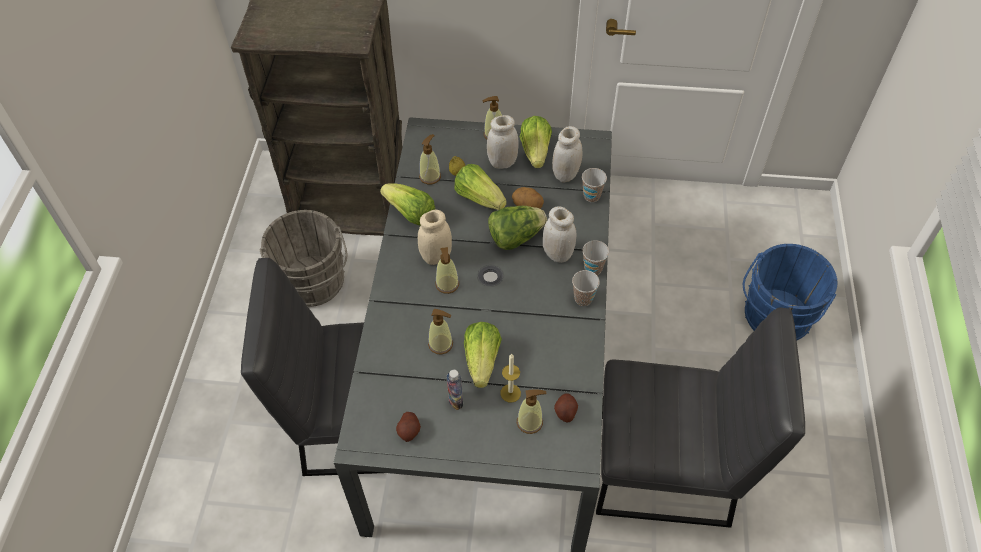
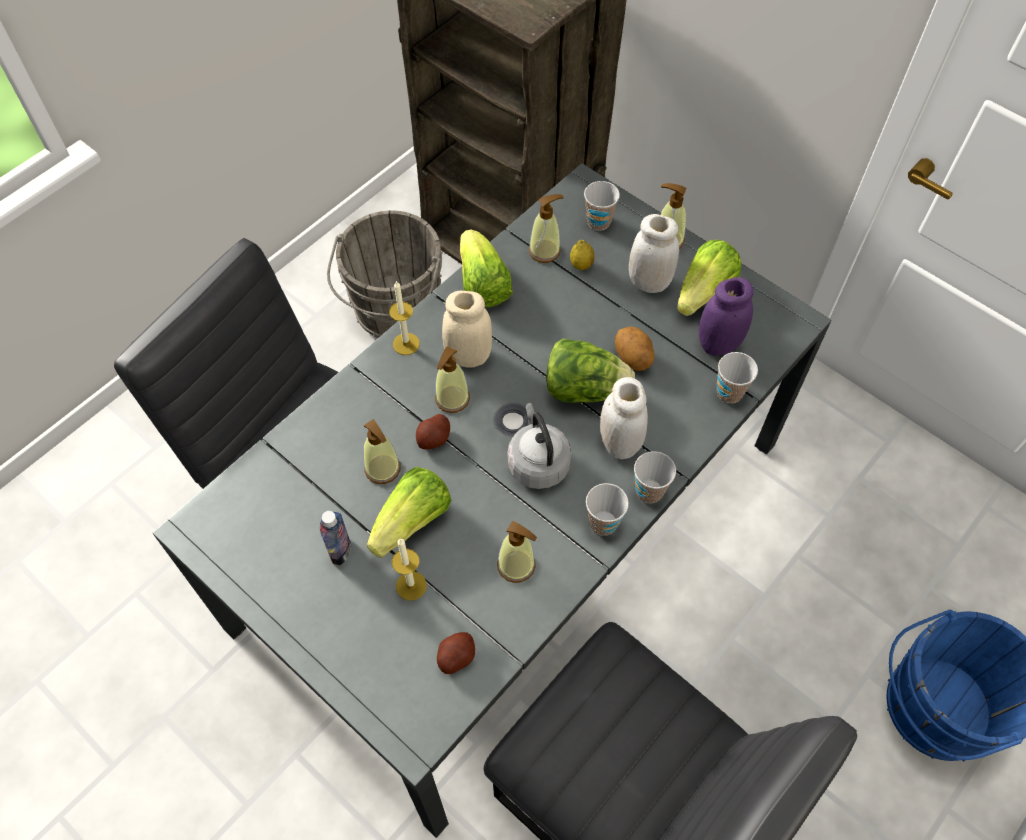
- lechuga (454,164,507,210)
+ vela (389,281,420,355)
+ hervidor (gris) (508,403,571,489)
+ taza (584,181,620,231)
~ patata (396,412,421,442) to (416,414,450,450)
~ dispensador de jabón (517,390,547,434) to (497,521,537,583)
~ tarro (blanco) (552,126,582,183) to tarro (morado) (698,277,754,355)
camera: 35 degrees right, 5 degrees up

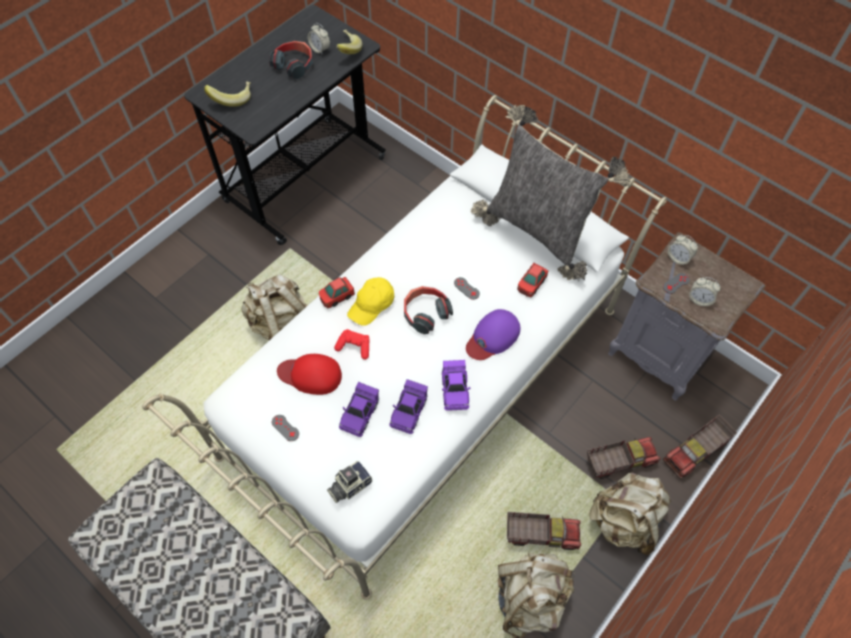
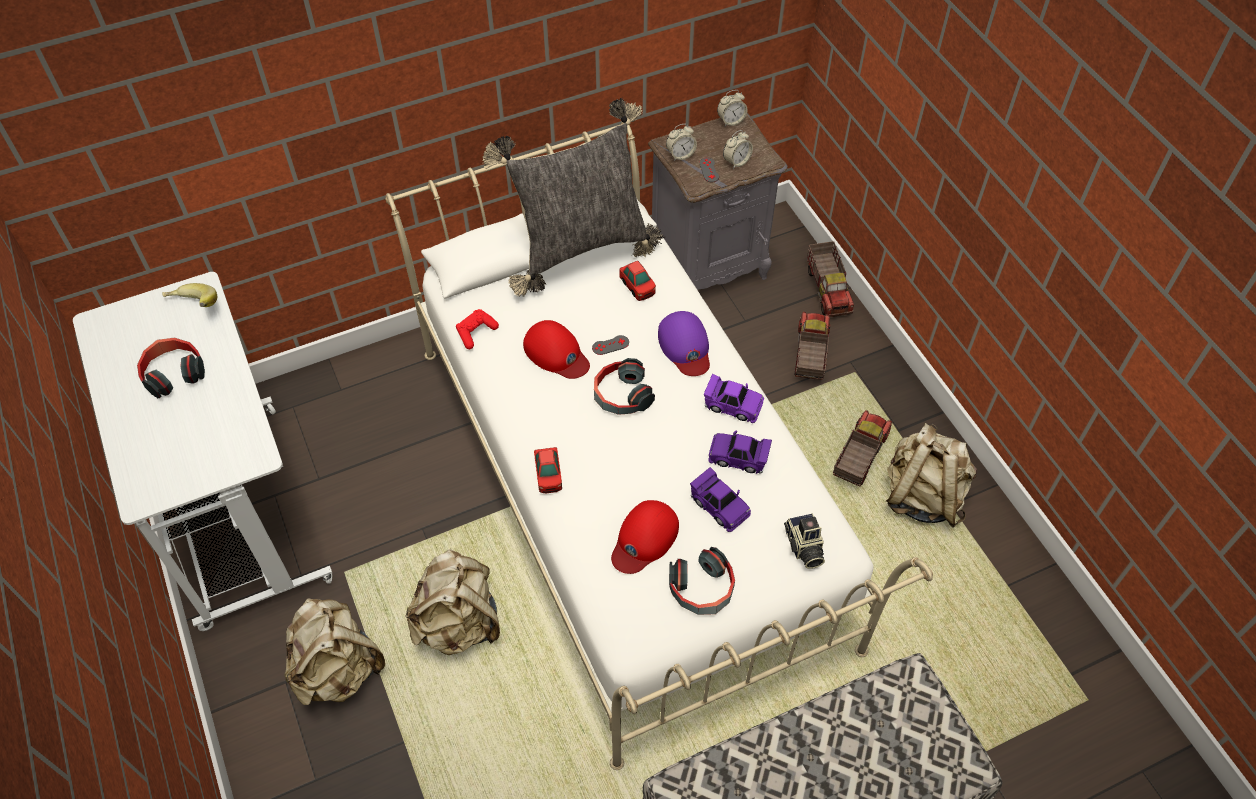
- plátano (204,82,251,107)
- gorra (amarillo) (347,277,394,326)
+ gorra (rojo) (523,320,590,379)
~ despertador (308,23,330,55) to (717,90,747,126)
~ mando de consola (rojo) (334,329,370,360) to (456,309,499,349)
~ mochila (beis) (589,472,671,555) to (284,598,385,705)
~ mando de consola (gris) (272,415,299,441) to auriculares (669,547,735,615)
~ escritorio (negro) (184,5,386,245) to escritorio (blanco) (73,272,332,631)
~ coche de juguete (morado) (389,379,428,434) = (708,431,772,474) 150 degrees clockwise
camera: 65 degrees left, 5 degrees down

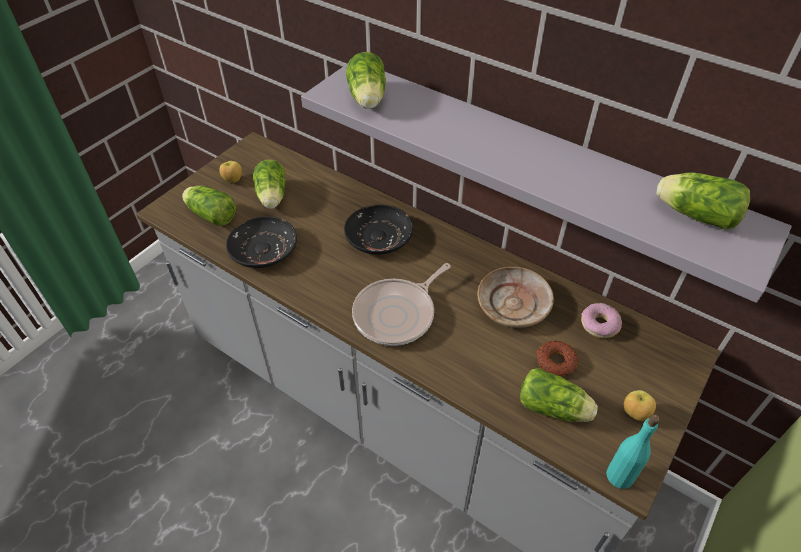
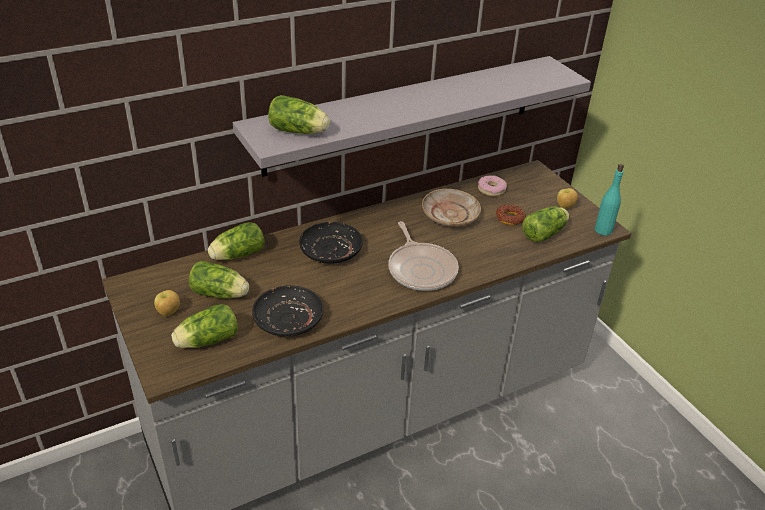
~ lechuga (657,173,750,230) to (208,222,265,260)
camera: 65 degrees left, 10 degrees down

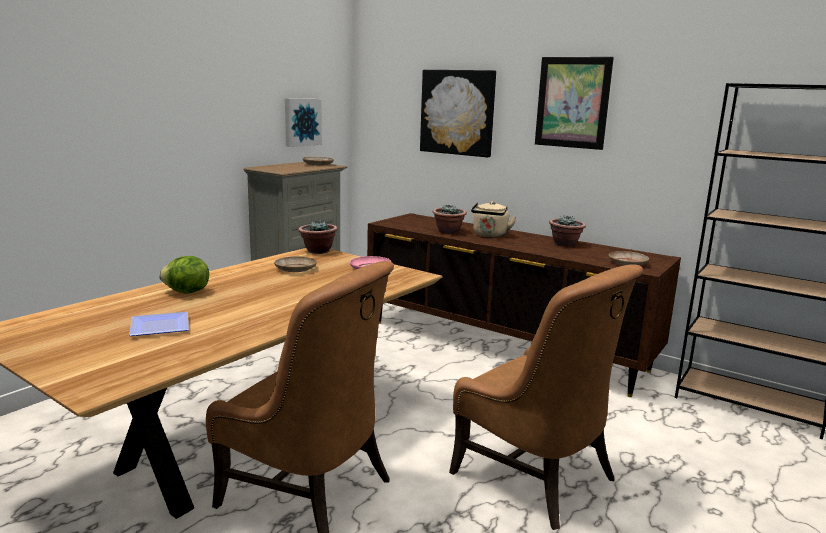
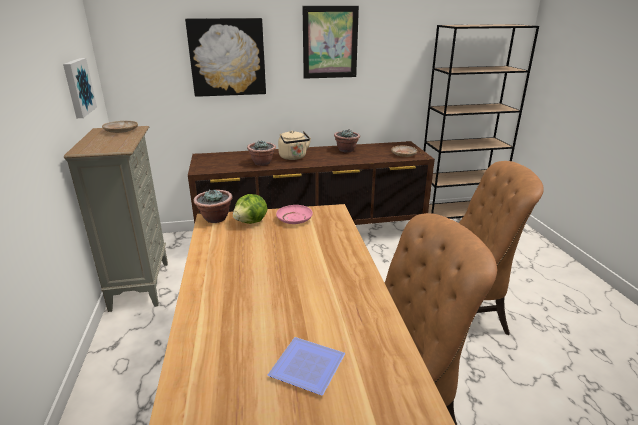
- plato (beis) (274,256,317,272)
~ lechuga (159,256,209,294) to (233,194,267,224)
camera: 45 degrees left, 10 degrees up

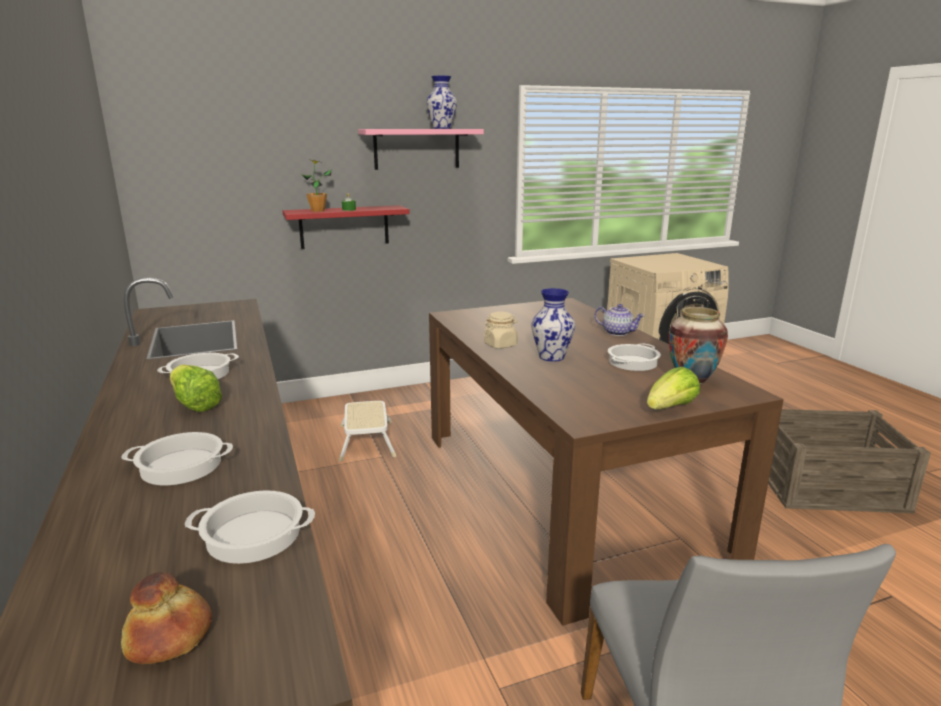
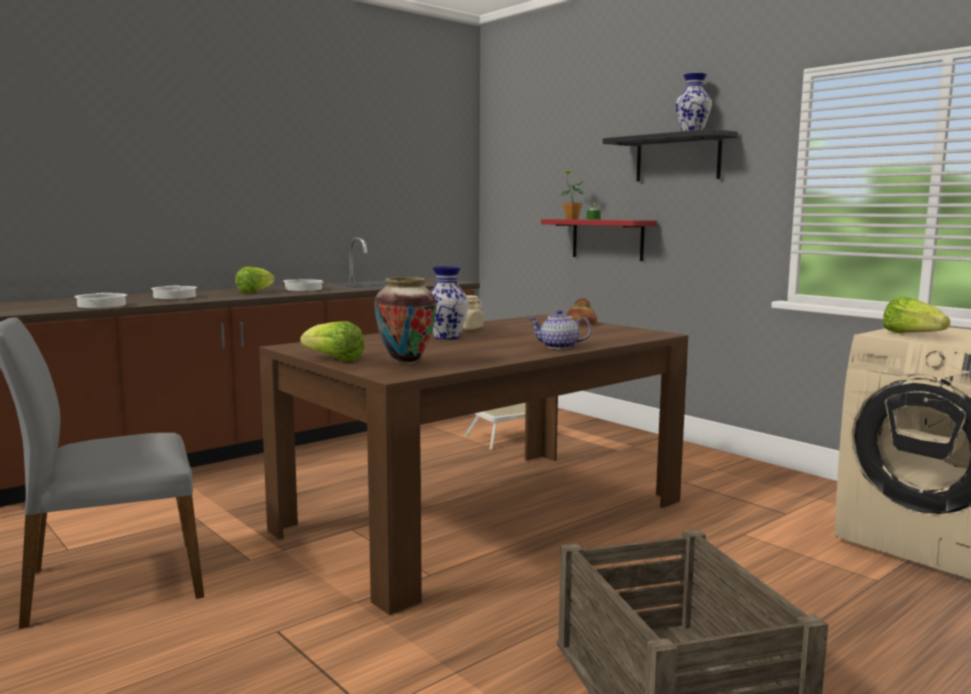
- olla (608,343,661,371)
+ lechuga (883,296,950,333)
~ pan (121,572,212,664) to (566,298,597,324)
~ estante (rosa) (358,129,484,170) to estante (negro) (603,129,738,182)
~ tetera (595,304,645,336) = (529,310,591,349) 90 degrees clockwise
camera: 70 degrees right, 10 degrees down

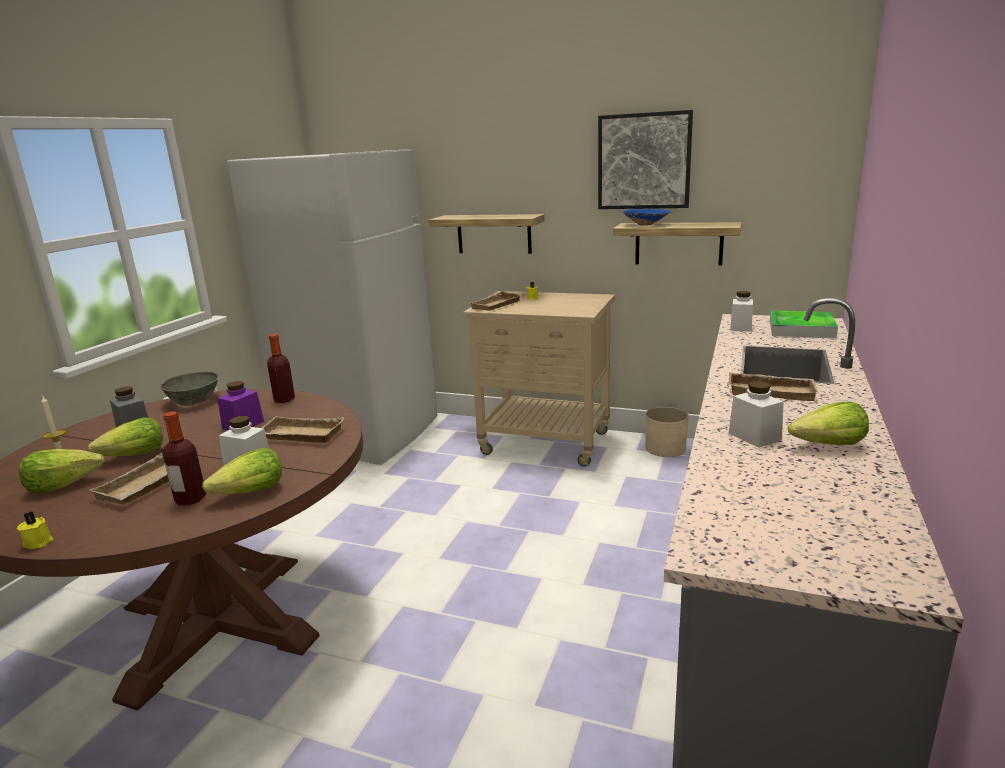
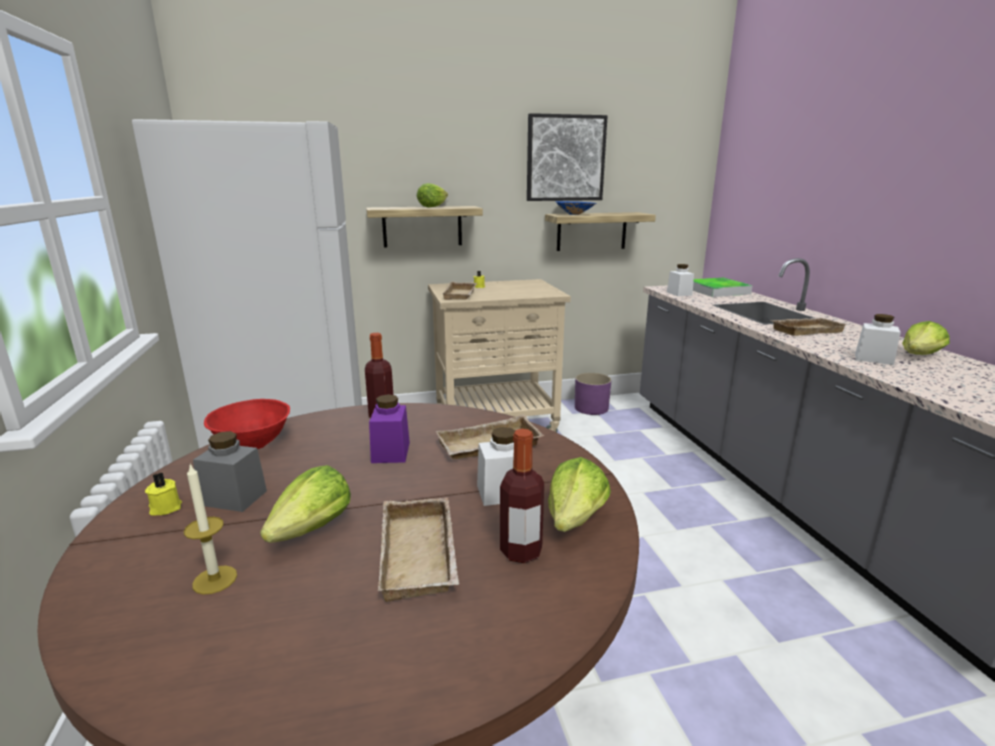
~ vela (amarillo) (17,511,54,549) to (145,473,182,516)
~ lechuga (19,449,104,493) to (417,183,448,208)
~ cuenco (gris) (159,372,219,406) to cuenco (rojo) (204,399,290,449)
~ maceta (beis) (645,407,688,457) to maceta (morado) (575,373,611,415)
camera: 35 degrees left, 0 degrees up

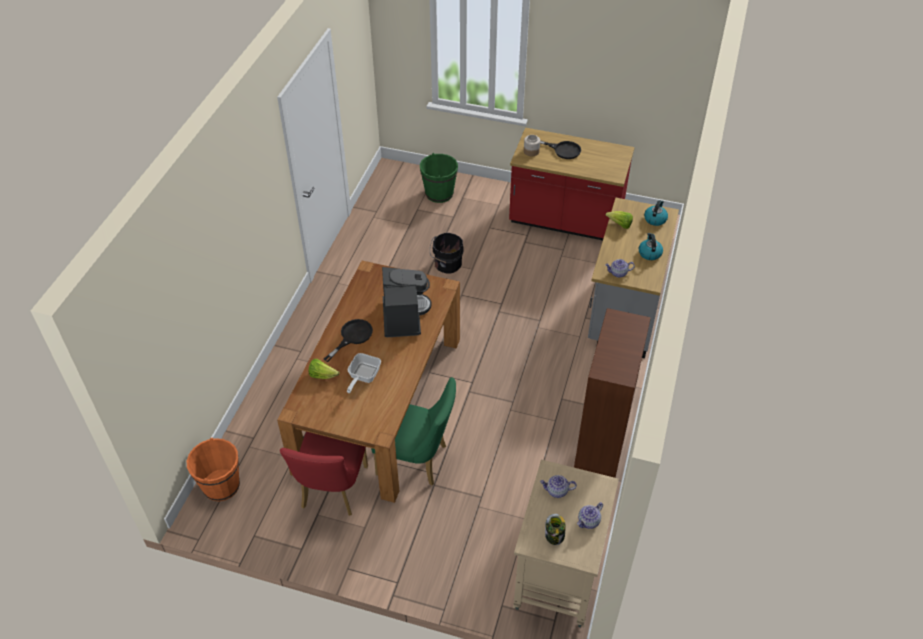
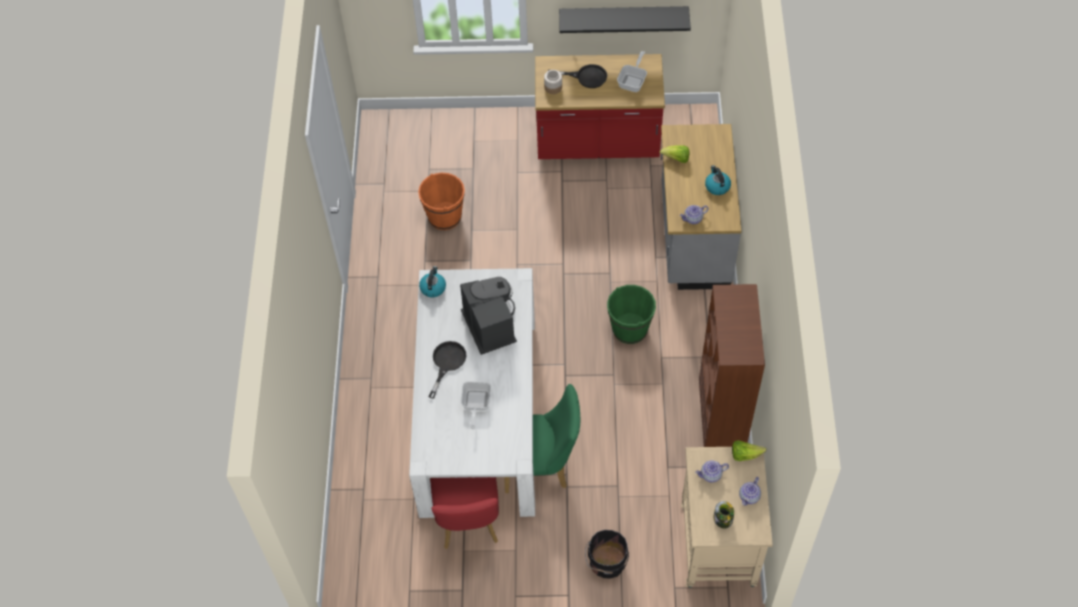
+ estante (negro) (559,6,691,33)
+ sartén (617,51,647,92)
~ cubo (naranja) (187,438,240,501) to (418,172,465,230)
~ lechuga (309,359,340,379) to (732,440,767,461)
~ cubo (verde) (420,153,458,203) to (607,285,656,344)
~ cubo (negro) (430,233,463,273) to (585,530,629,579)
~ hervidor (644,200,668,226) to (419,266,446,297)
~ mesa de comedor (marrón) (277,261,460,503) to mesa de comedor (blanco) (409,268,535,518)
camera: 15 degrees left, 10 degrees up

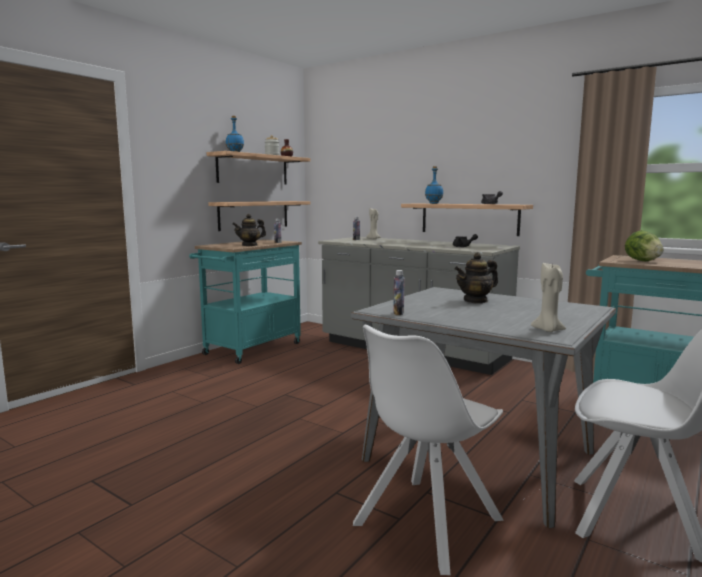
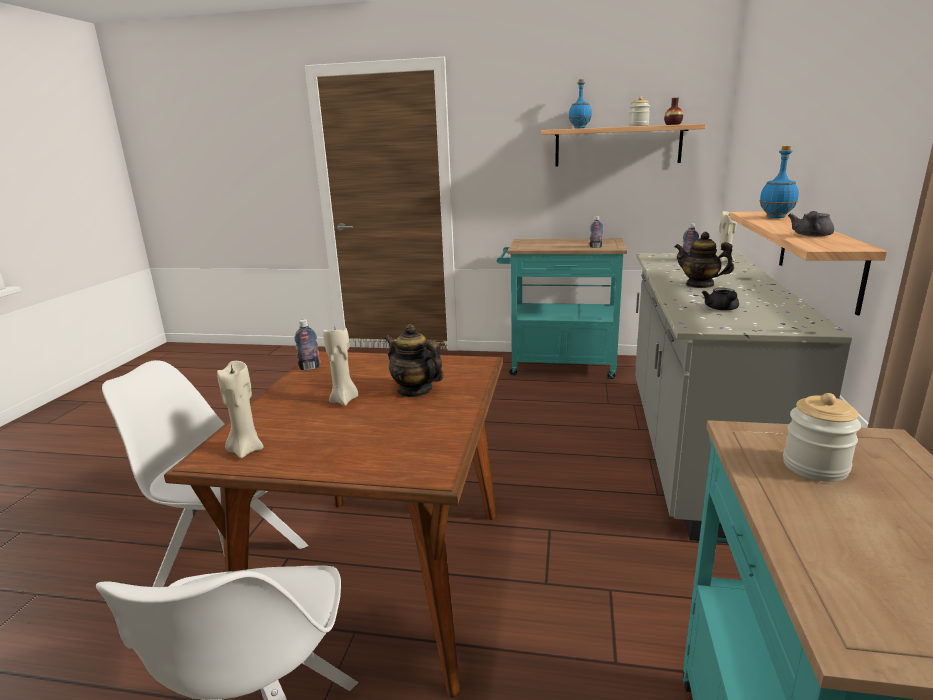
- estante (208,201,311,231)
+ vela (beis) (323,324,358,406)
~ tetera (232,214,266,246) to (675,232,734,288)
~ lechuga (625,230,664,261) to tarro (783,393,861,482)
~ mesa de comedor (gris) (351,287,616,528) to mesa de comedor (marrón) (164,351,503,698)
camera: 65 degrees right, 10 degrees up

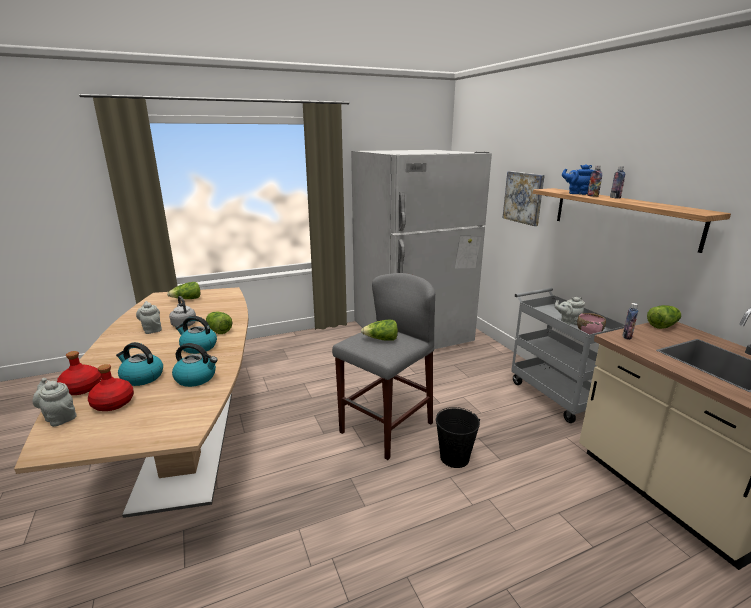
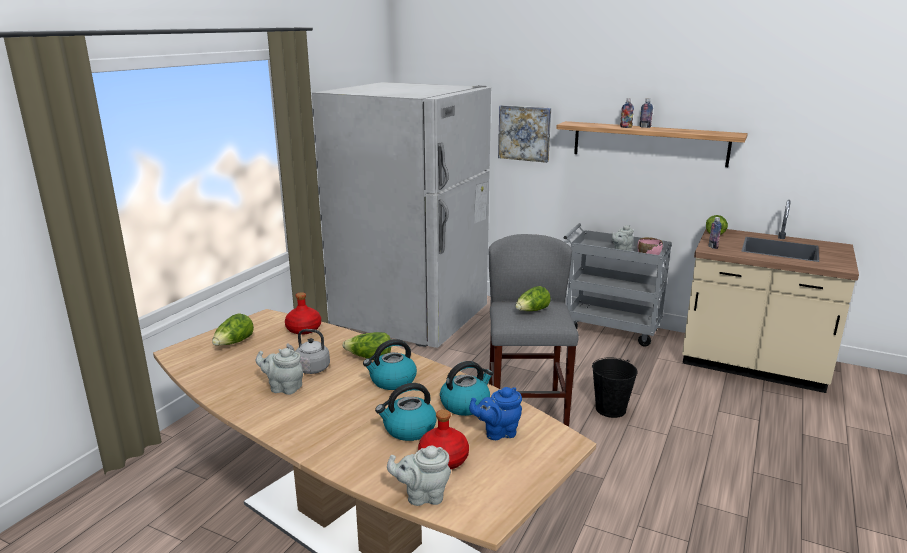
~ botella (rojo) (57,351,102,395) to (285,292,321,335)
~ tetera (azul) (562,164,594,195) to (469,387,522,440)
camera: 40 degrees left, 0 degrees up

